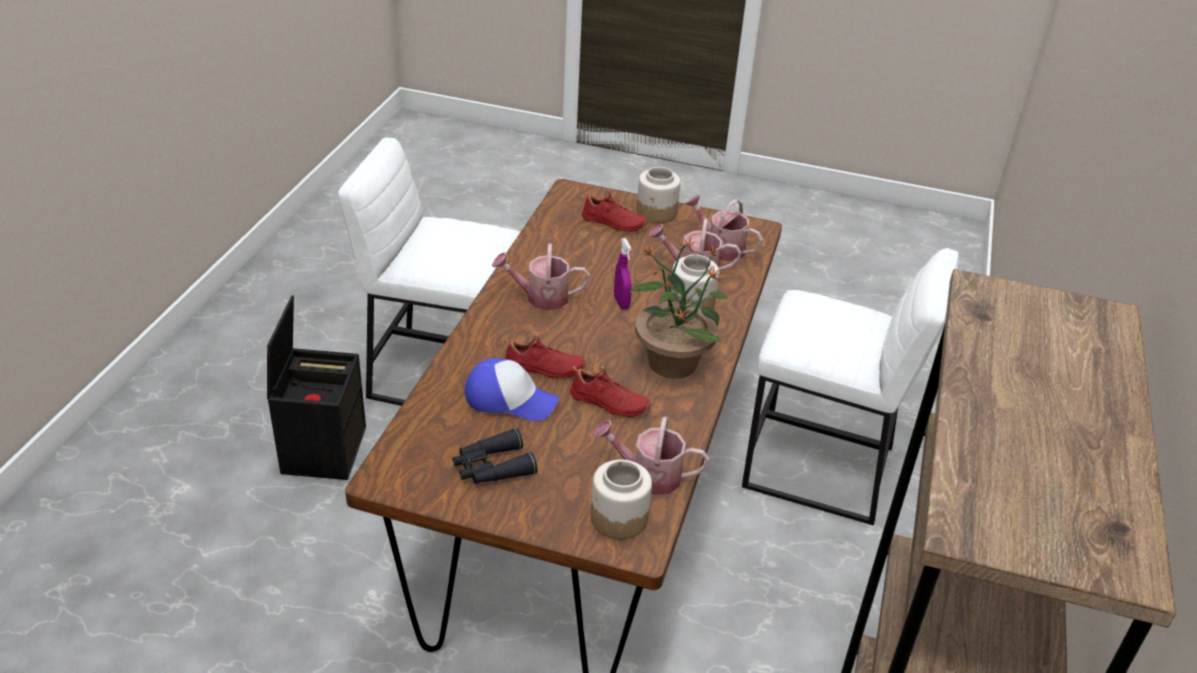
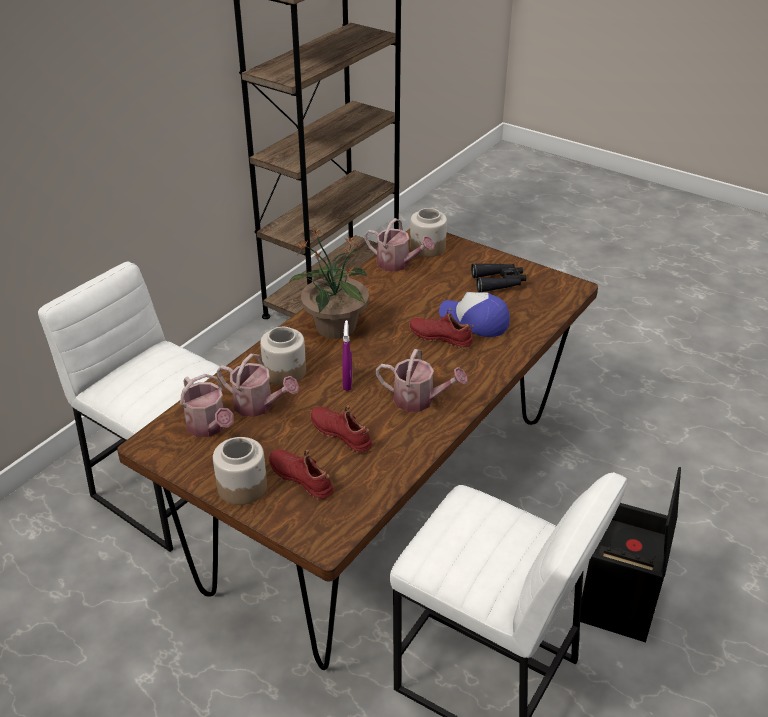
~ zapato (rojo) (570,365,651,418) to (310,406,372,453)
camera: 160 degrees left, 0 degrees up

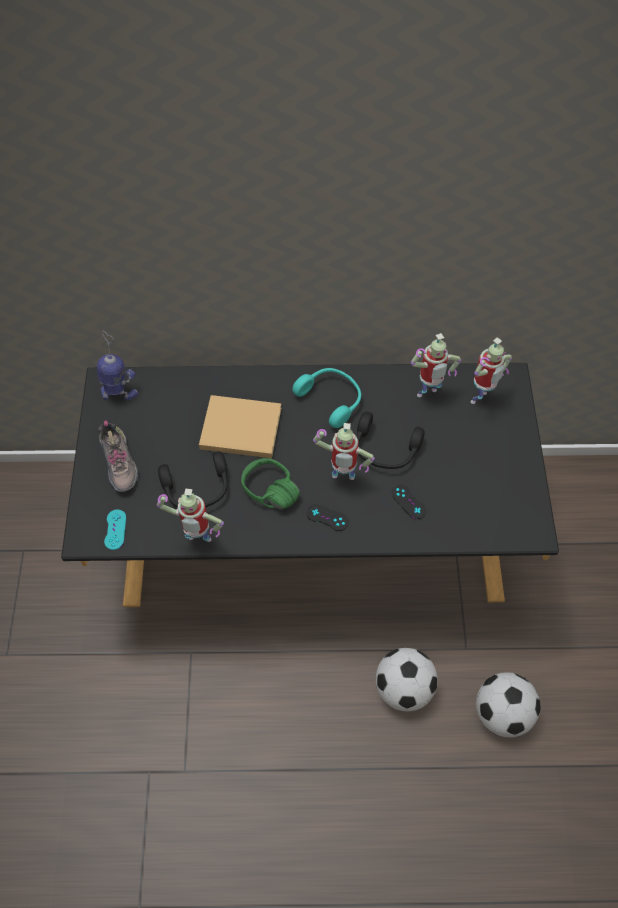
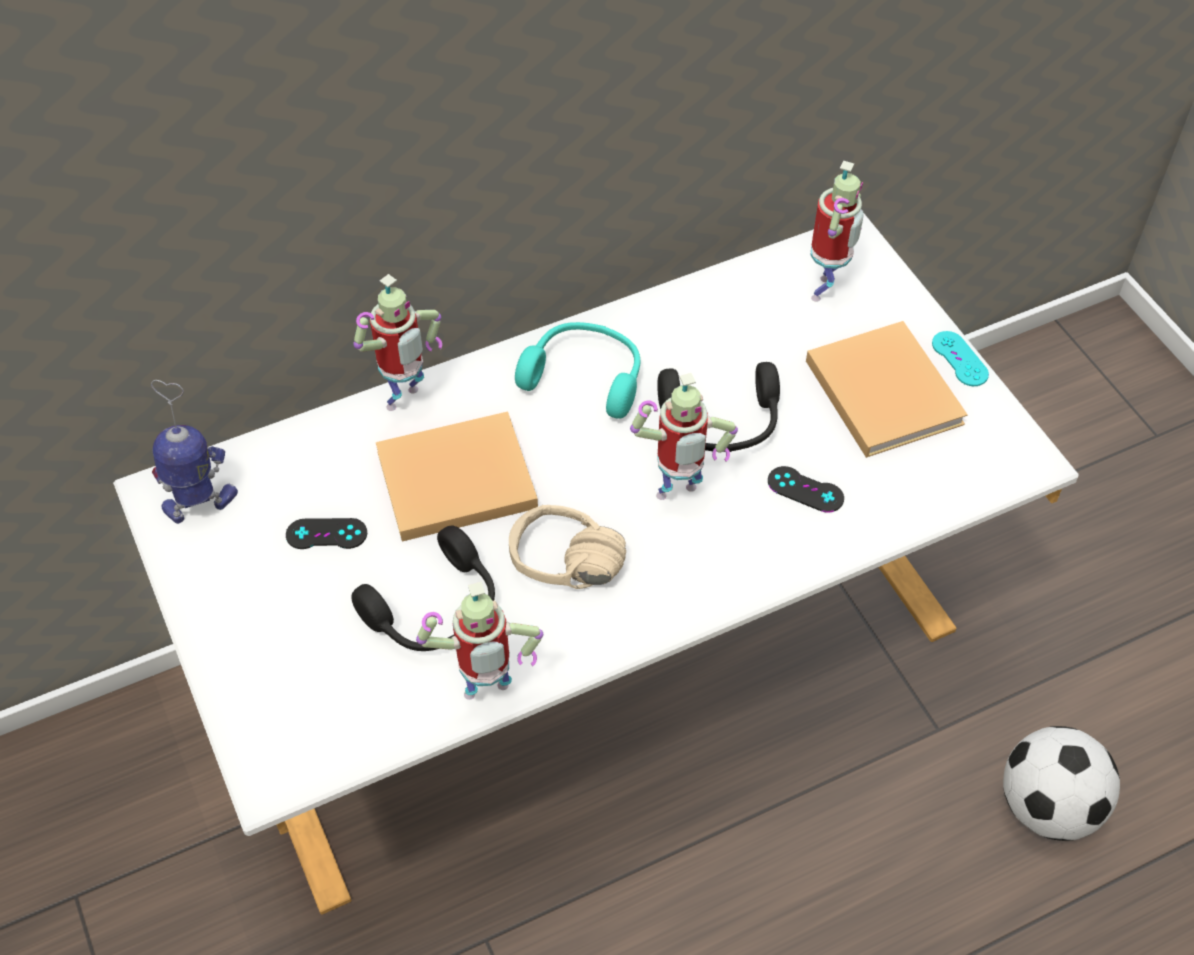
- zapato (98,420,138,492)
- balón de fútbol (376,648,438,711)
+ libro (beis) (806,321,968,458)
~ mando de consola (turquesa) (104,509,126,550) to (932,331,989,386)
~ mando de consola (negro) (307,504,349,531) to (286,518,367,549)
~ robot de juguete (411,333,461,397) to (353,274,442,411)
~ escritorio (negro) (61,363,559,607) to escritorio (blanco) (113,213,1079,915)
~ auriculares (verde) (241,458,300,510) to auriculares (beis) (509,505,626,589)
camera: 25 degrees left, 5 degrees down

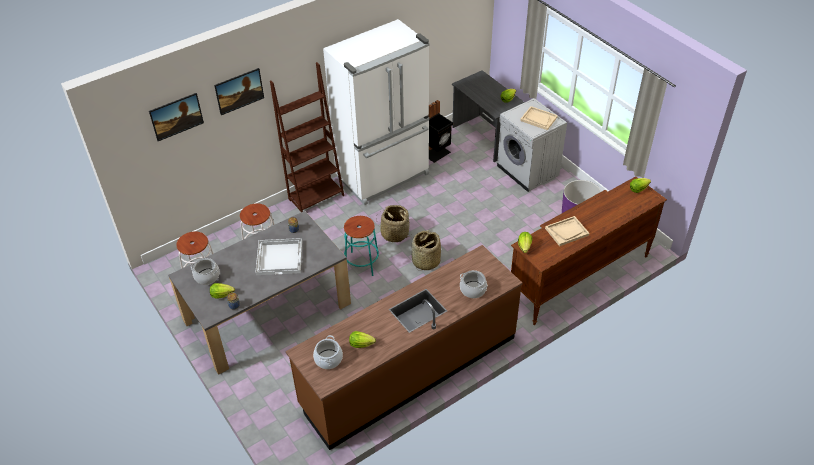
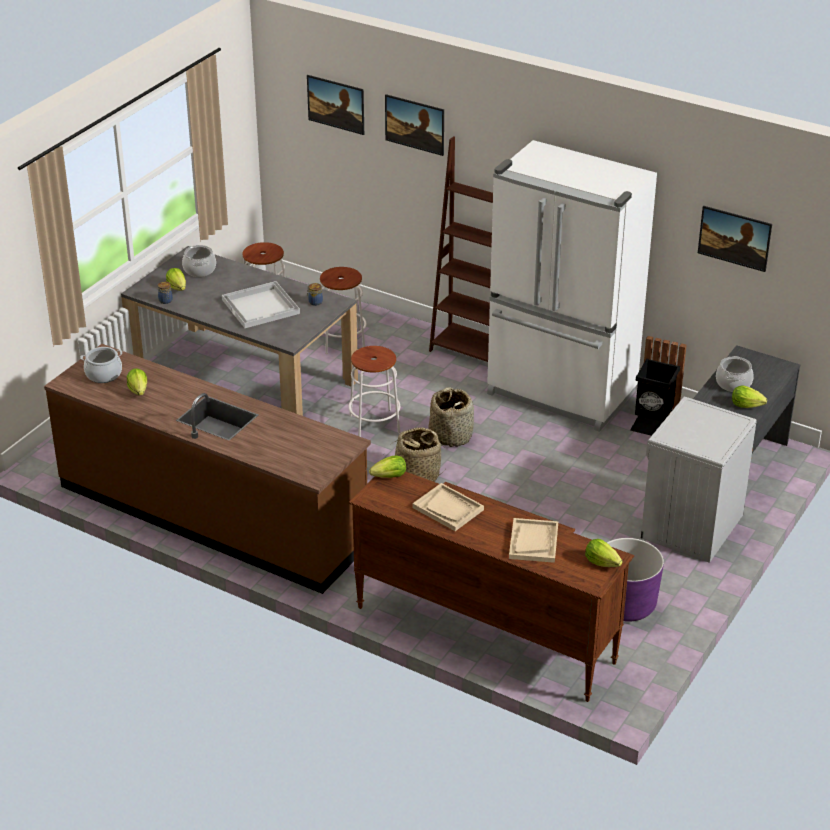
+ cuadro (698,206,772,272)
~ olla (460,270,488,298) to (716,356,754,392)
~ bandeja (beis) (520,106,558,130) to (509,518,558,563)
~ taburete (turquesa) (344,216,379,276) to taburete (blanco) (349,346,400,437)
camera: 65 degrees right, 10 degrees down

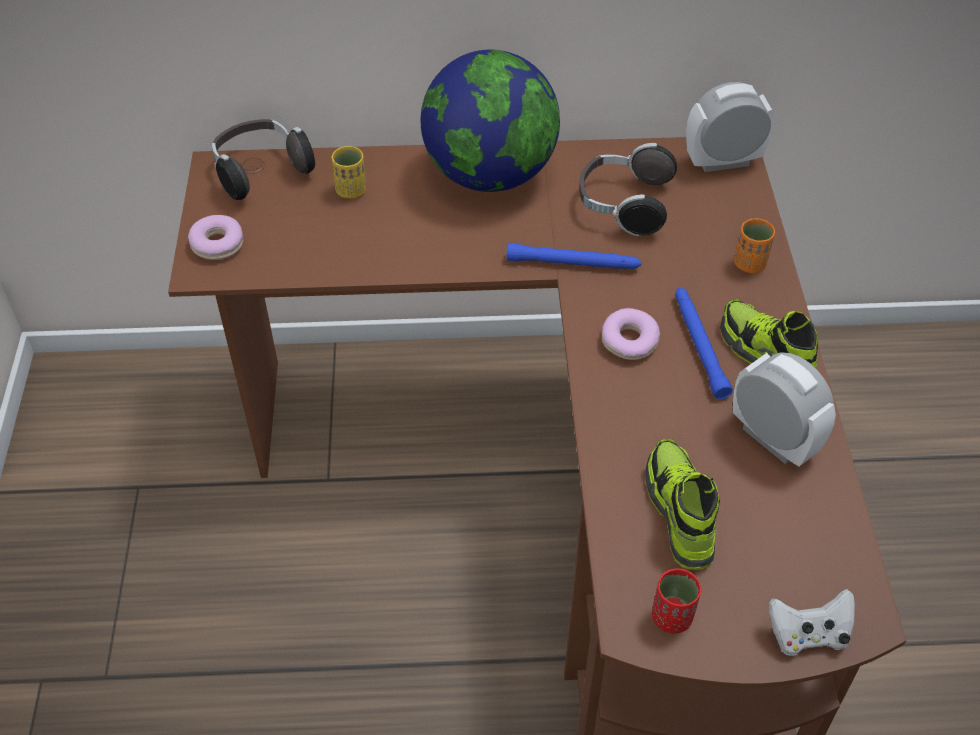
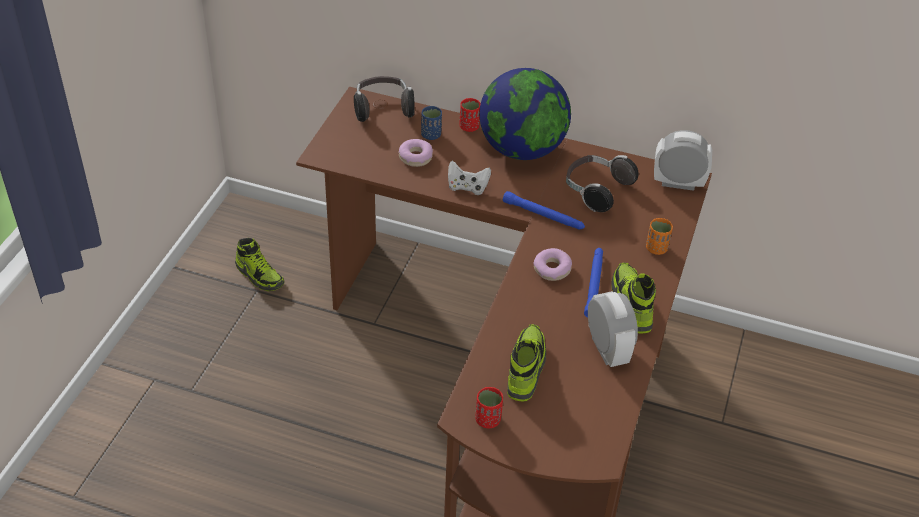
+ zapato (235,238,285,291)
+ taza (rojo) (459,98,481,132)
~ rosquilla (188,215,243,260) to (399,139,433,167)
~ mando de consola (blanco) (769,589,855,656) to (448,161,491,195)
~ taza (amarillo) (331,146,366,199) to taza (azul) (421,106,442,140)
camera: 20 degrees right, 5 degrees down

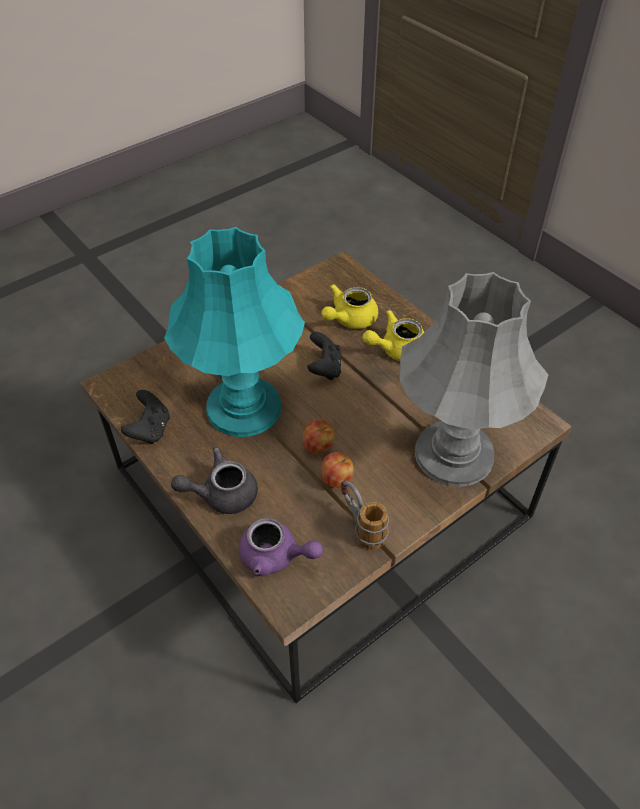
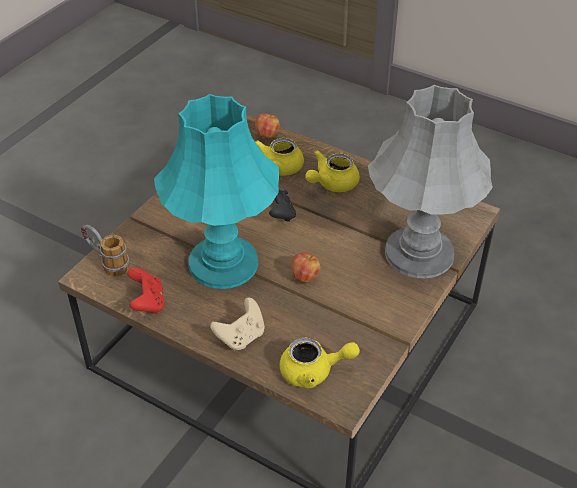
~ manzana (321,452,354,488) to (255,113,280,138)
~ taza grande (341,480,389,550) to (81,225,129,276)
~ tetera (gris) (171,447,258,514) to mando de consola (beis) (210,298,265,351)
~ mando de consola (negro) (121,390,170,444) to mando de consola (rojo) (127,267,165,314)
~ tetera (morado) (239,518,323,576) to tetera (amarillo) (279,338,360,388)
camera: 20 degrees left, 5 degrees down

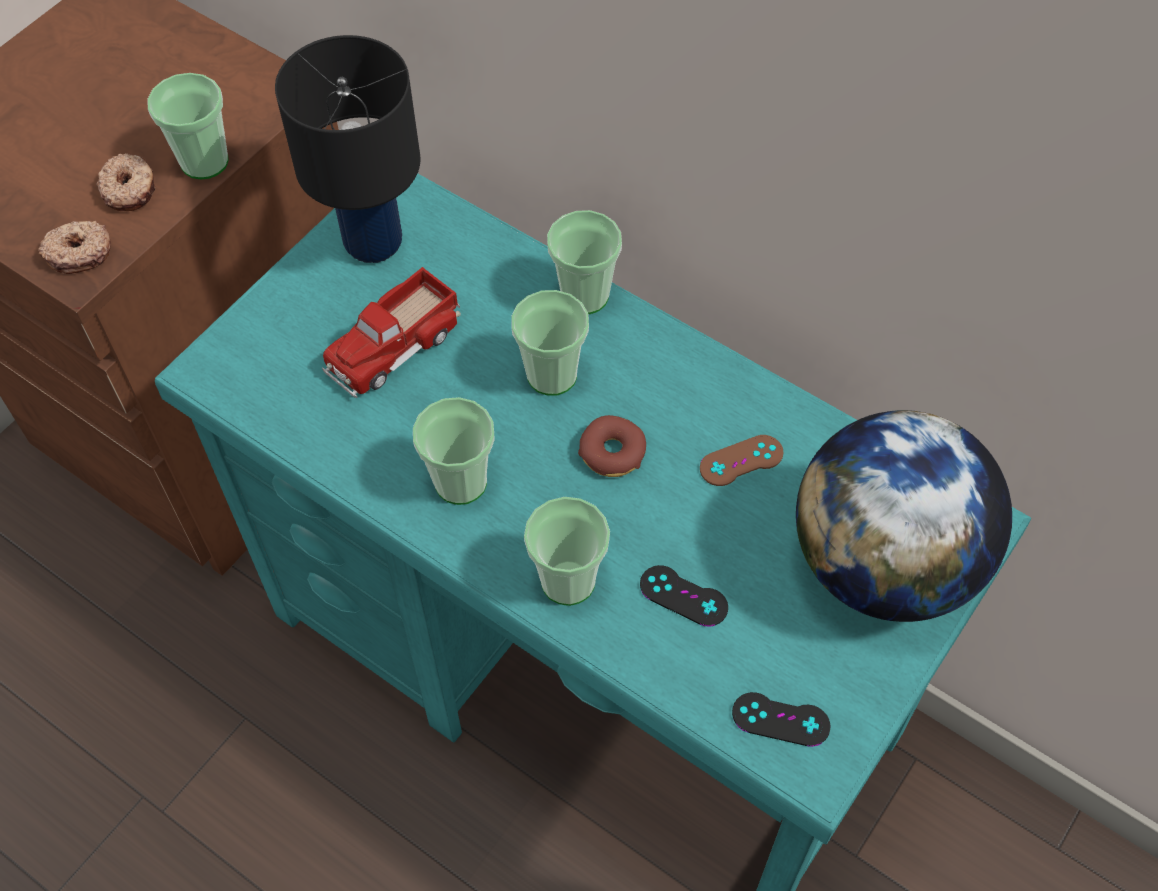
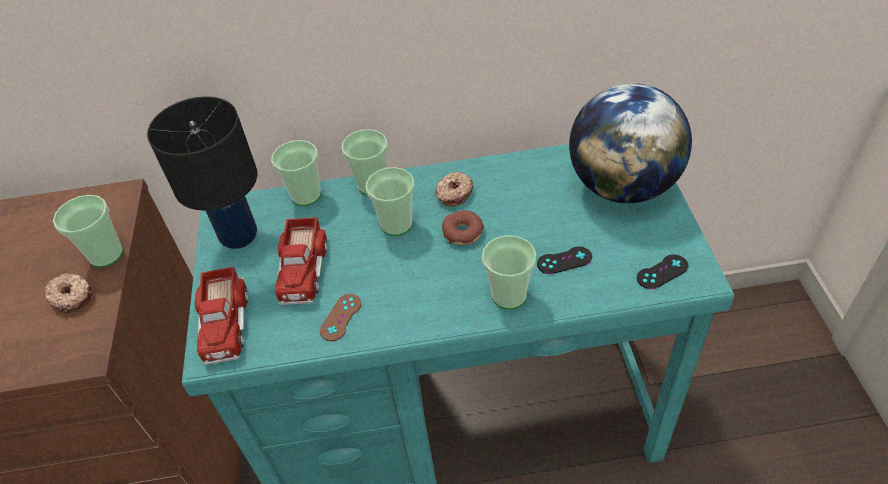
+ camión de juguete (195,267,248,365)
~ rosquilla (38,221,111,274) to (435,171,473,207)
~ taza (413,397,495,505) to (271,140,321,206)
~ mando de consola (marrón) (700,435,784,486) to (320,294,361,341)
camera: 40 degrees left, 10 degrees down

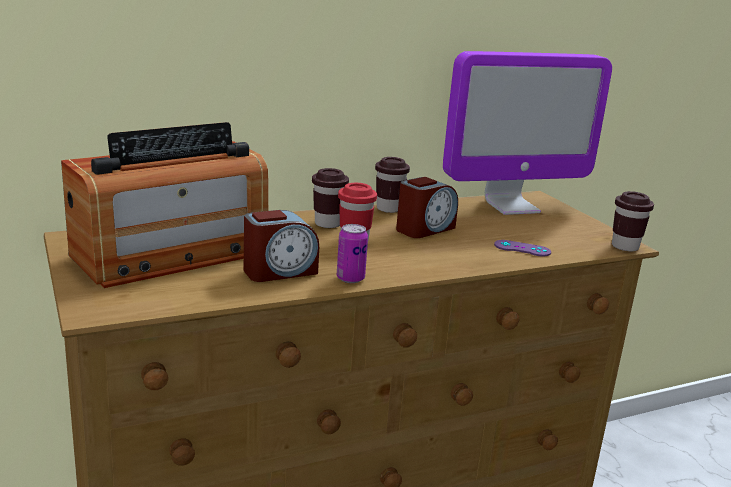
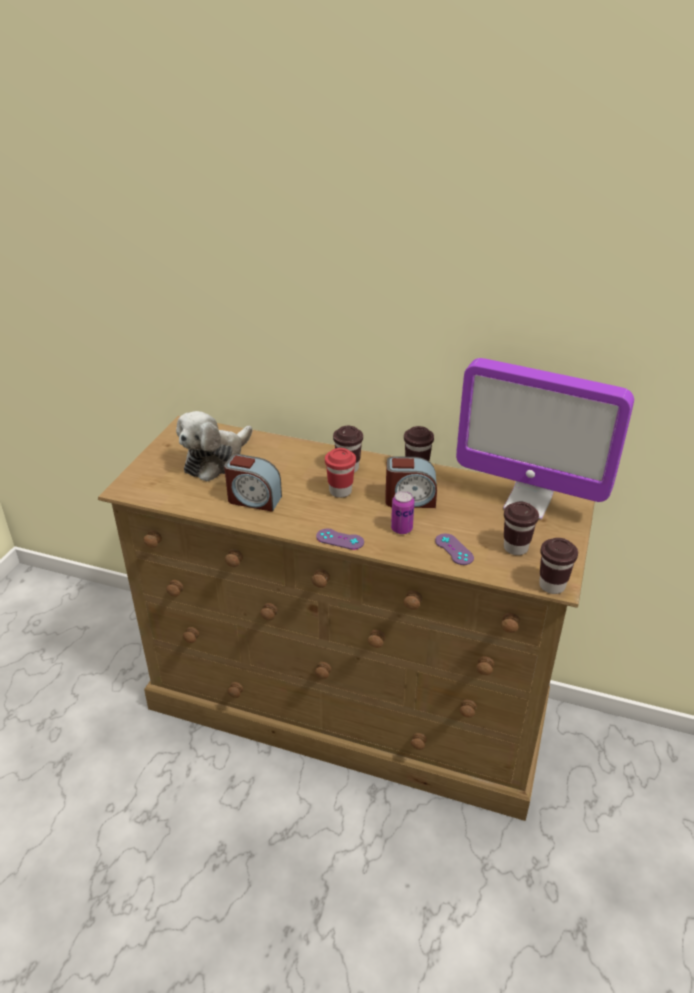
+ mando de consola (morado) (316,528,364,550)
+ taza (marrón) (504,501,539,555)
~ lata (337,224,368,283) to (391,491,414,534)
~ radio (61,122,268,288) to peluche (176,411,252,481)
camera: 45 degrees right, 15 degrees up

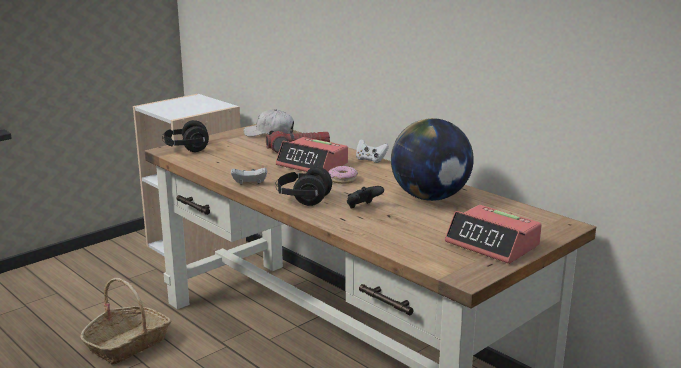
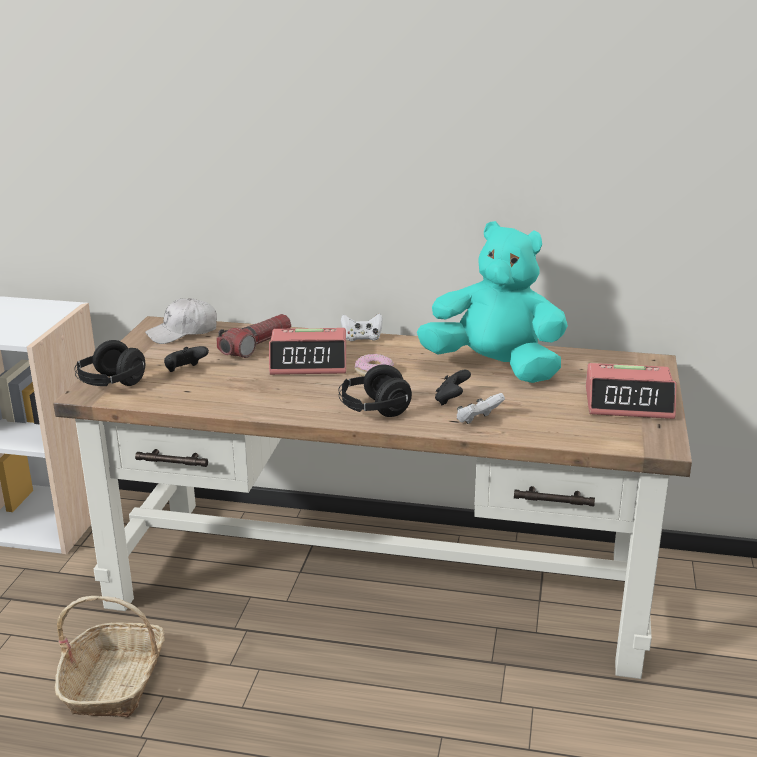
+ mando de consola (negro) (164,346,209,372)
~ mando de consola (blanco) (231,168,267,184) to (457,393,505,424)
~ globo terráqueo (391,118,474,201) to peluche (turquesa) (417,221,568,383)
camera: 35 degrees left, 5 degrees up

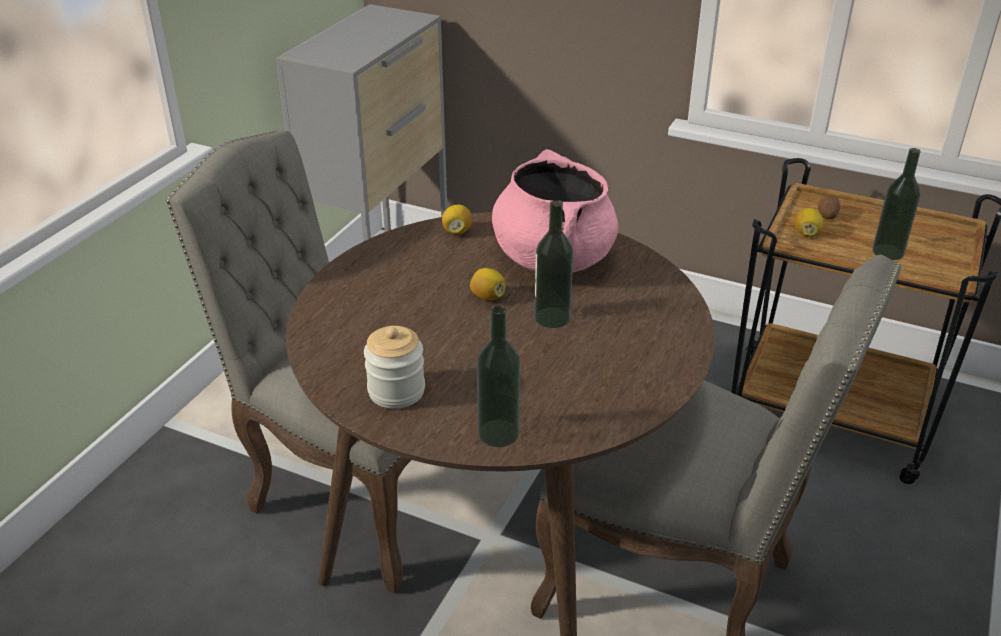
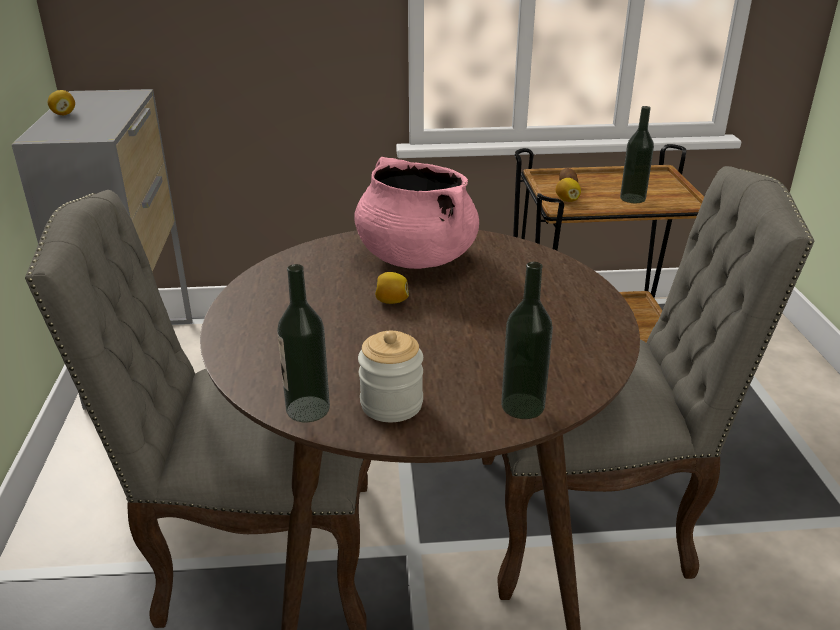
~ limón (442,204,472,235) to (48,90,75,115)
~ botella (535,200,573,328) to (277,264,330,422)
camera: 30 degrees left, 5 degrees down

